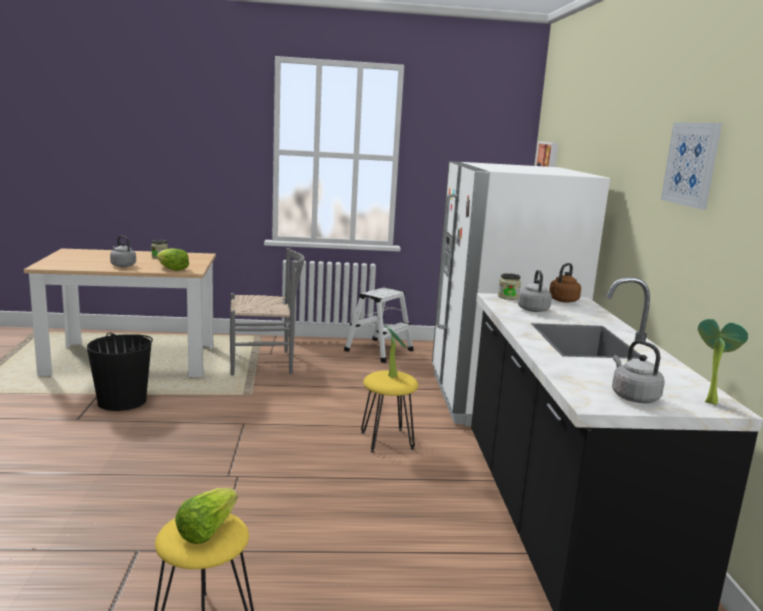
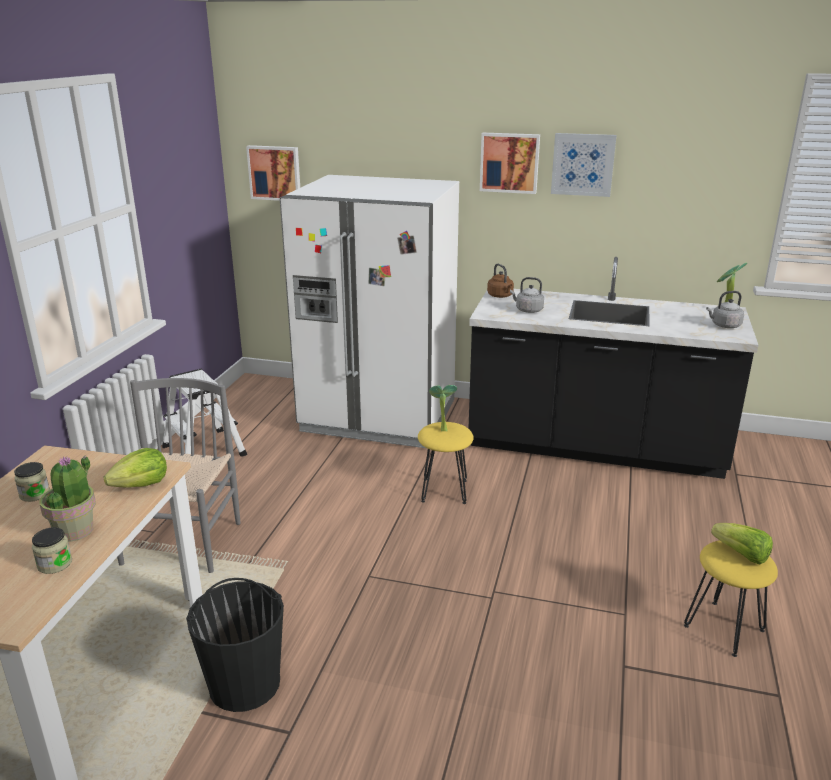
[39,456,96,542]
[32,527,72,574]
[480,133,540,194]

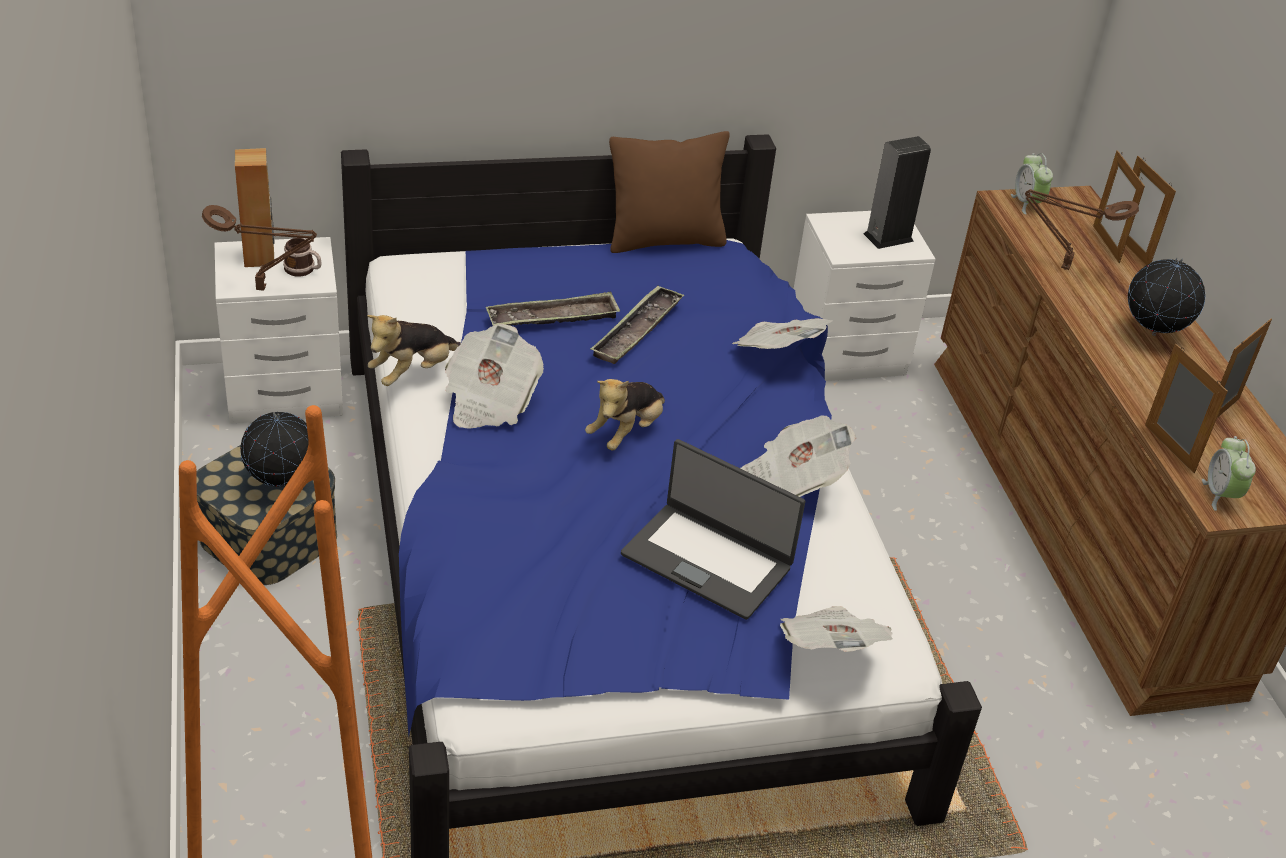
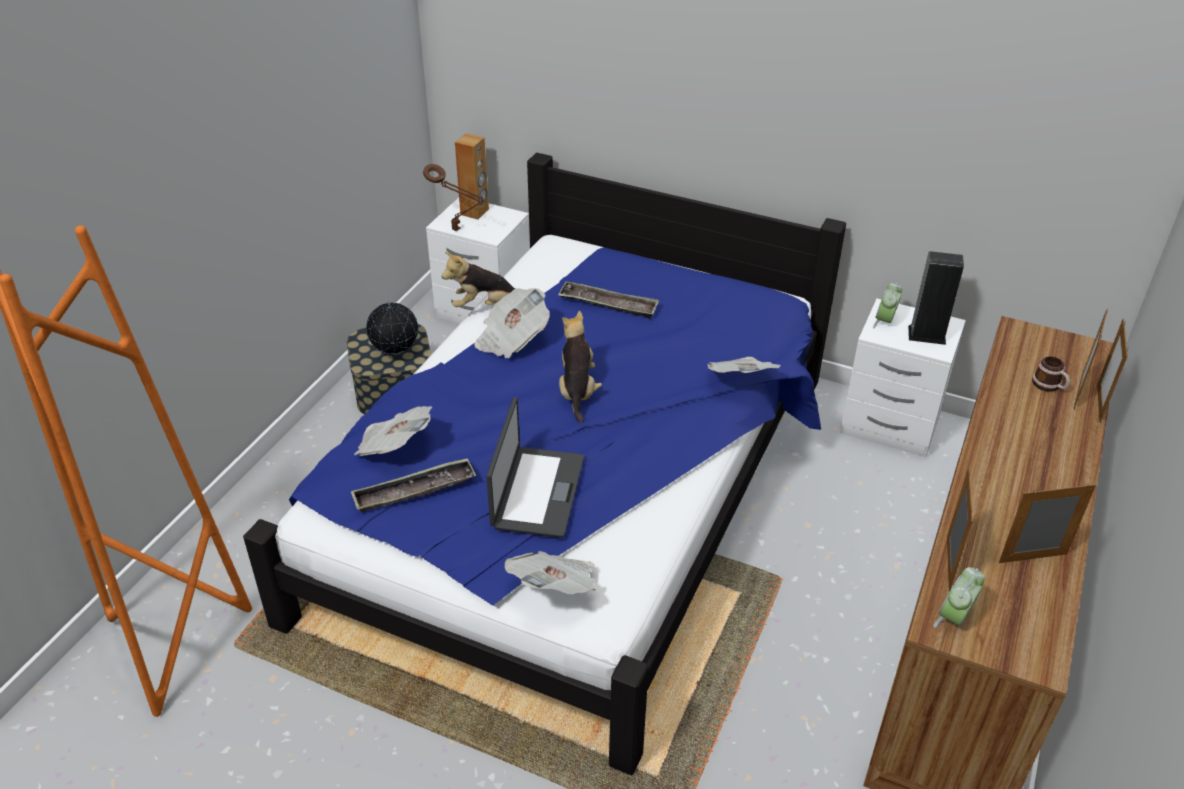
[1032,356,1070,392]
[559,311,602,423]
[351,458,476,512]
[609,131,730,253] (first image)
[486,397,584,538]
[354,406,432,456]
[873,283,902,328]
[1025,189,1139,270] (first image)
[1128,258,1205,336] (first image)

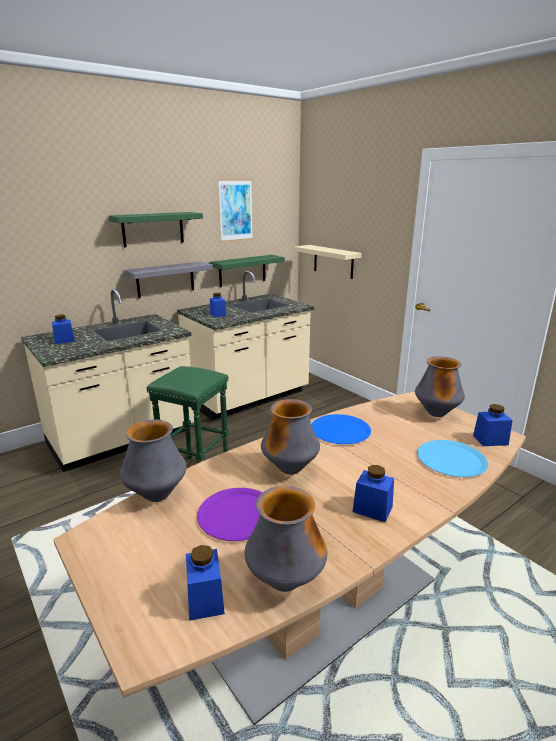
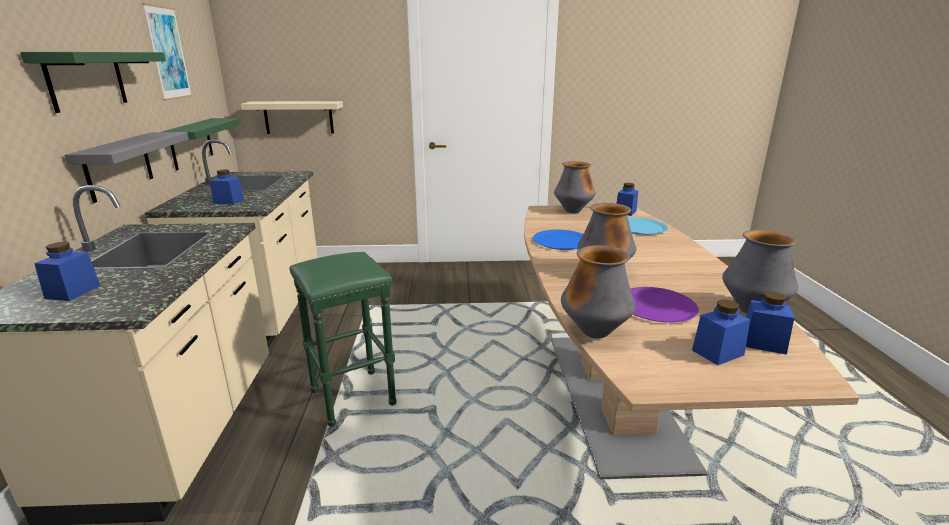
[692,300,750,365]

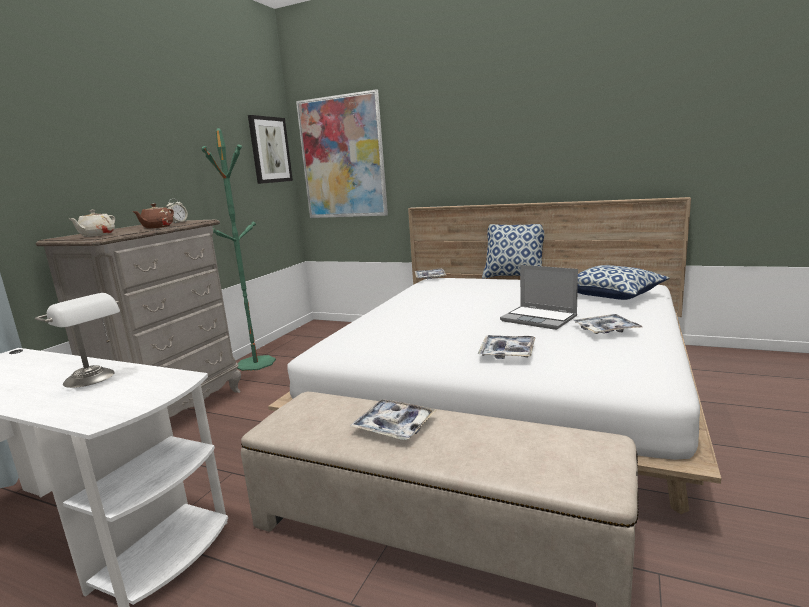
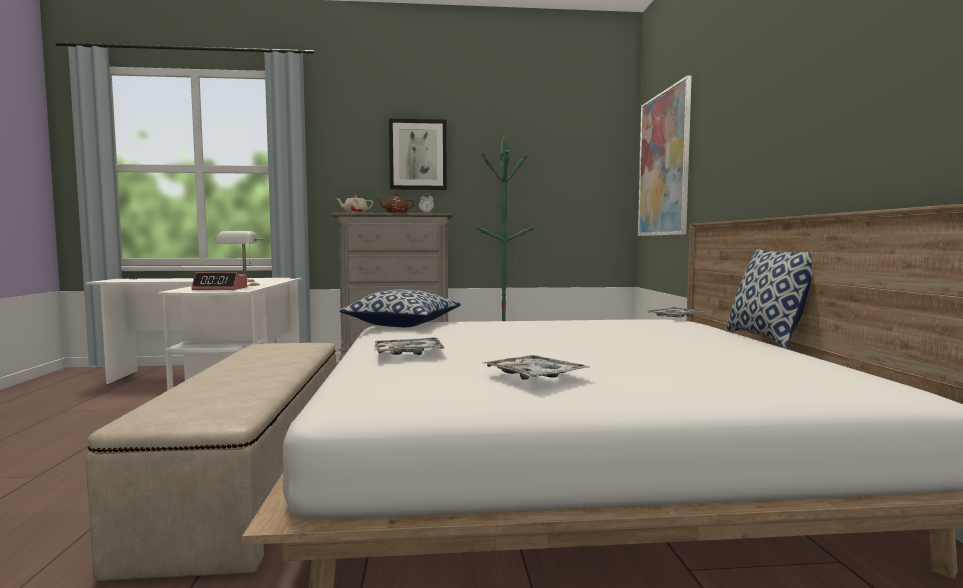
[389,119,447,190]
[350,399,437,440] (first image)
[500,265,578,330] (first image)
[339,289,461,327]
[191,272,247,290]

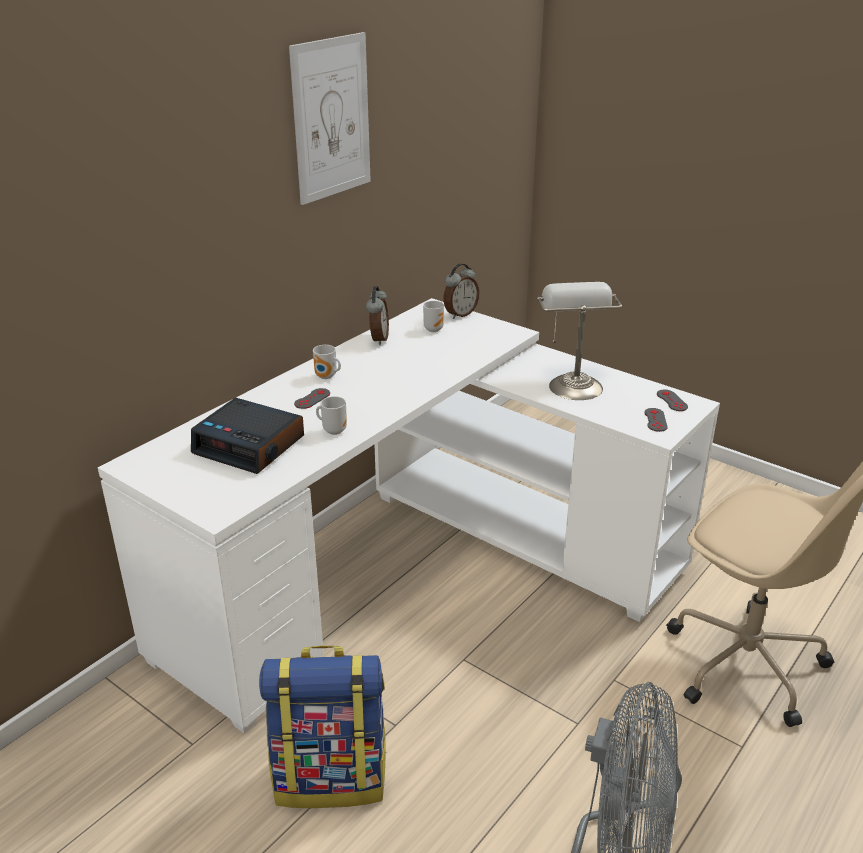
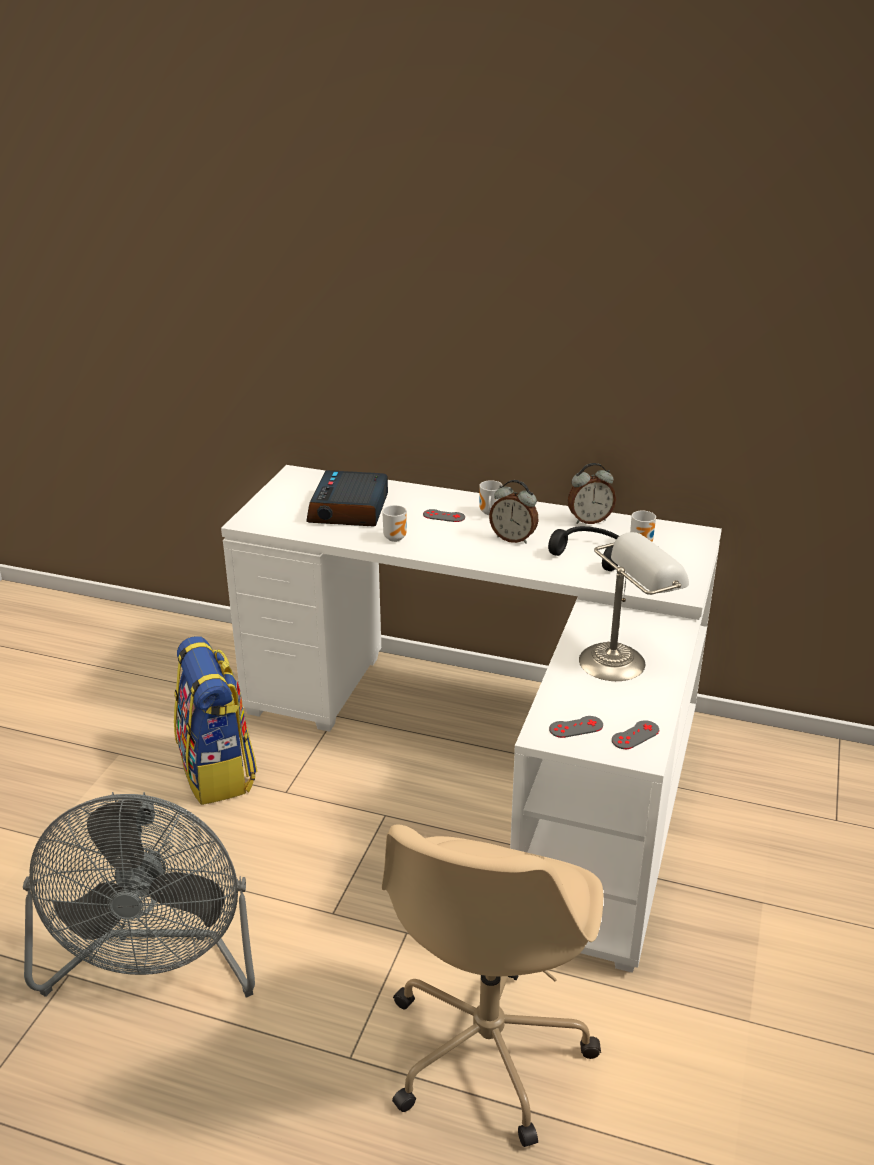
[289,32,371,205] (first image)
[489,480,539,544]
[548,526,619,571]

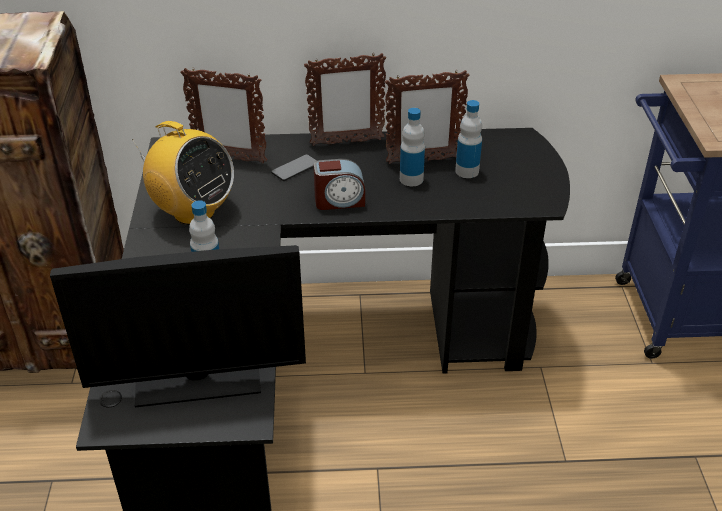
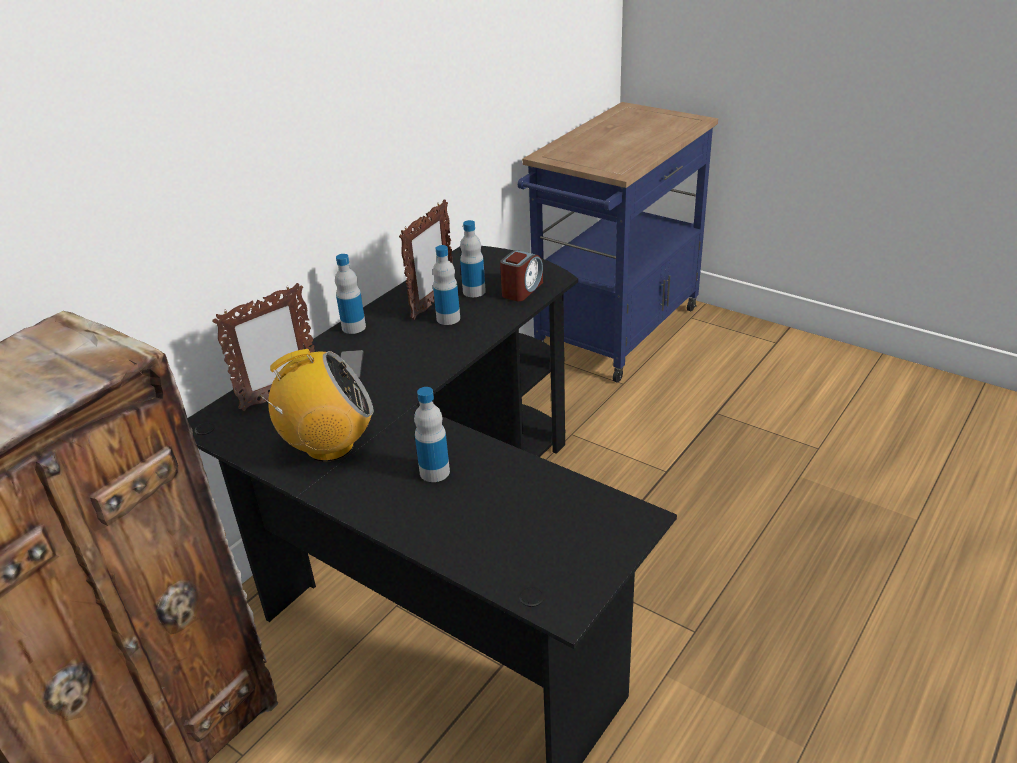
[50,245,306,407] (first image)
[335,254,366,334]
[500,250,543,301]

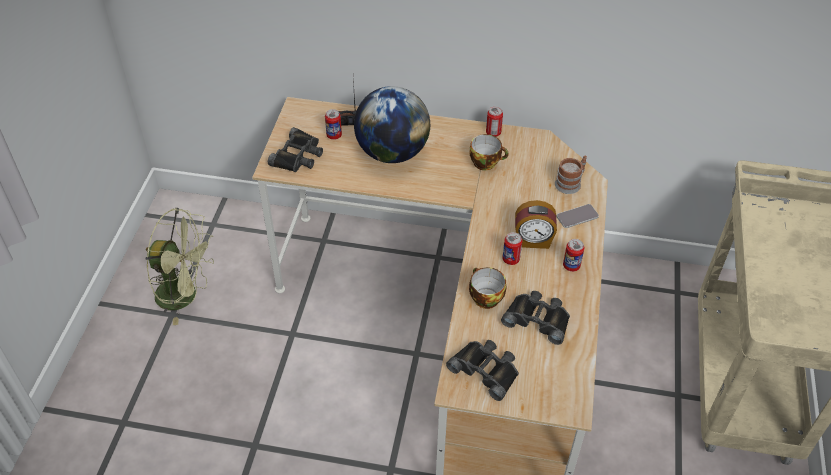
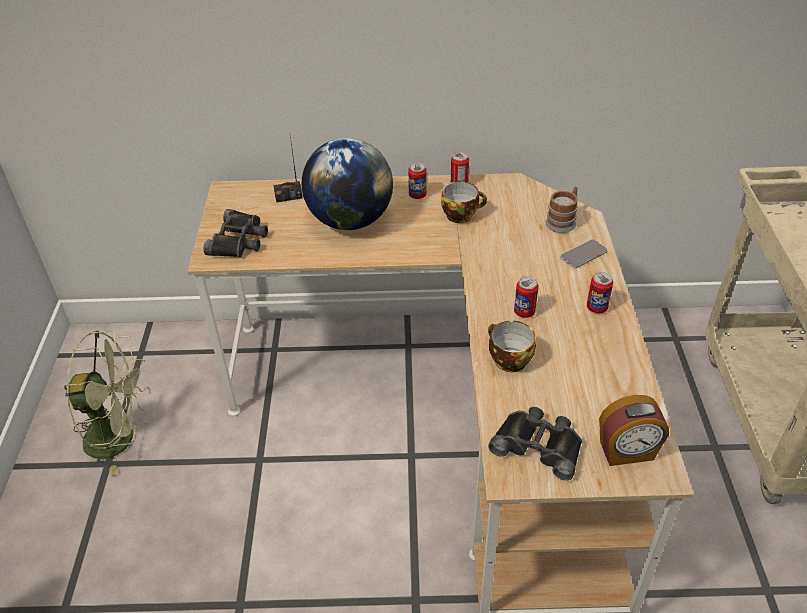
[408,163,427,199]
[501,291,570,345] (first image)
[599,395,669,466]

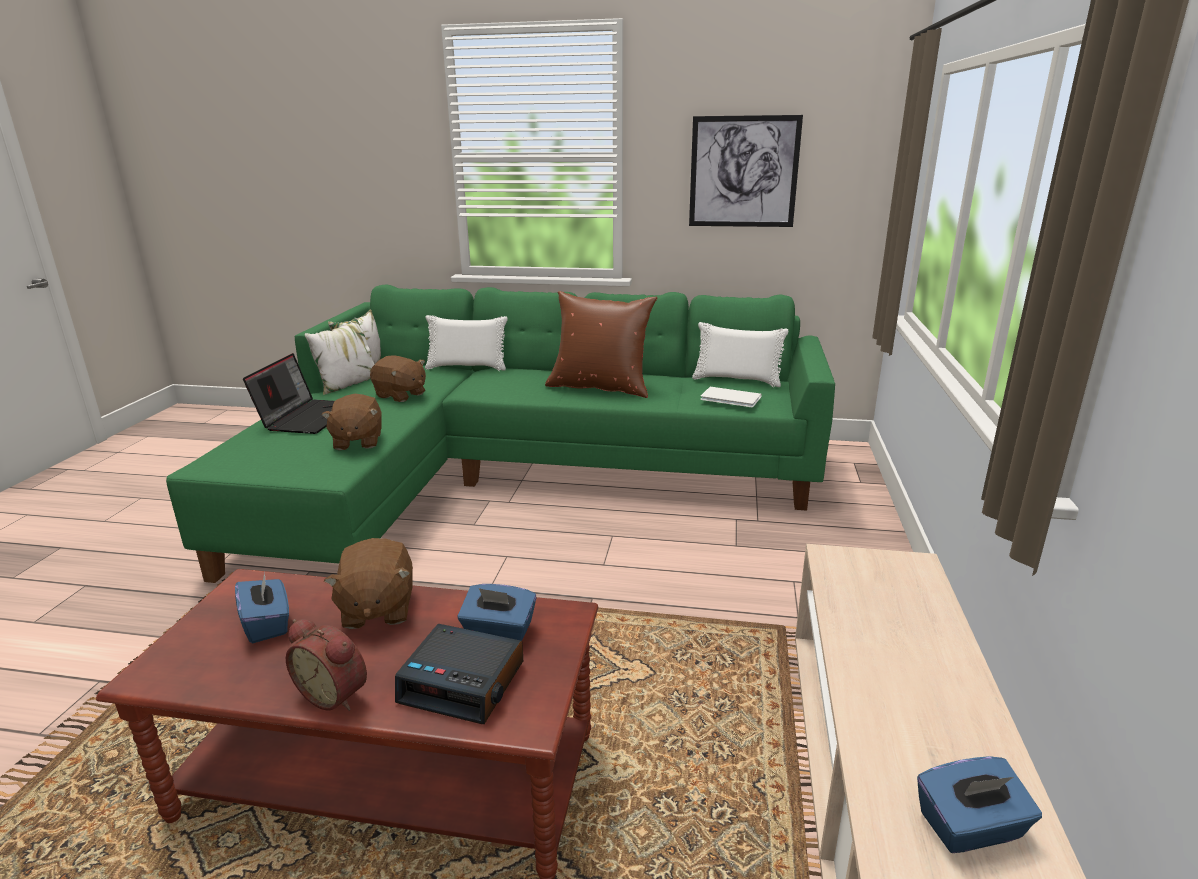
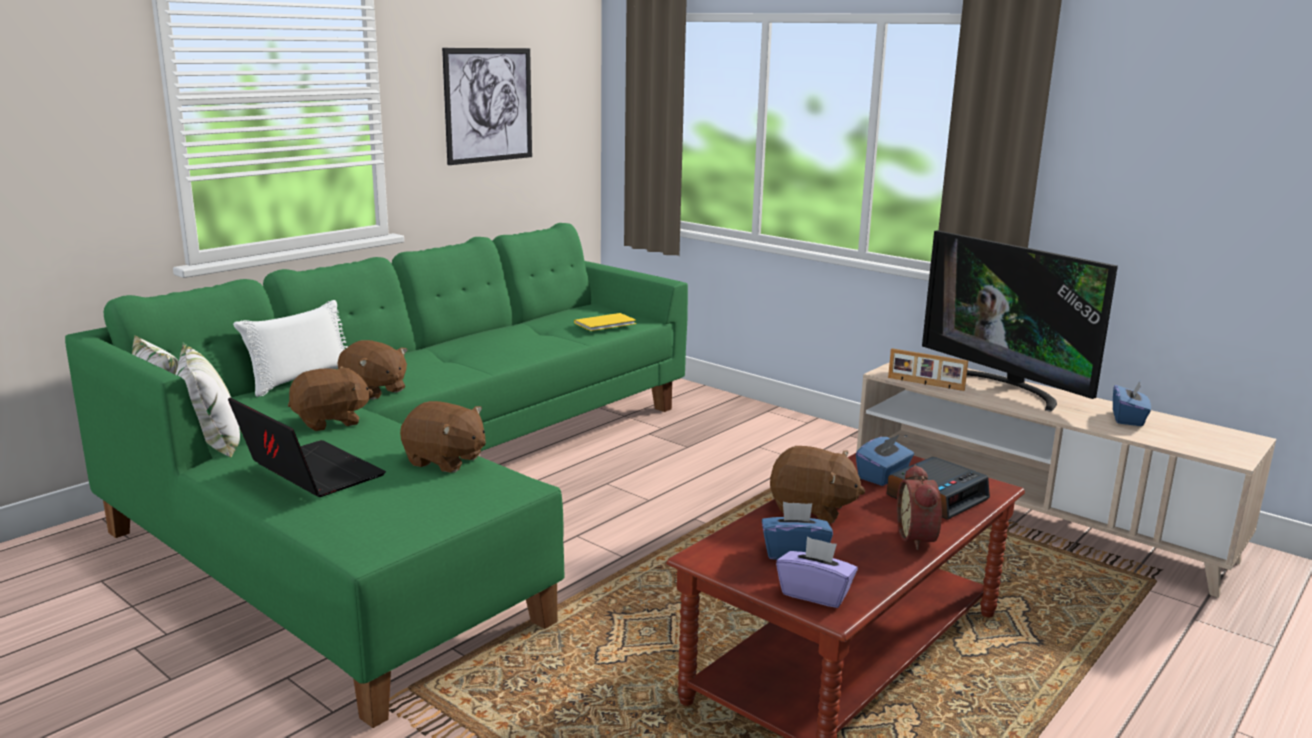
[897,464,942,550]
[545,291,657,398] (first image)
[692,322,788,388] (first image)
[574,313,636,331]
[338,340,407,400]
[776,536,858,608]
[888,349,968,391]
[922,230,1118,411]

